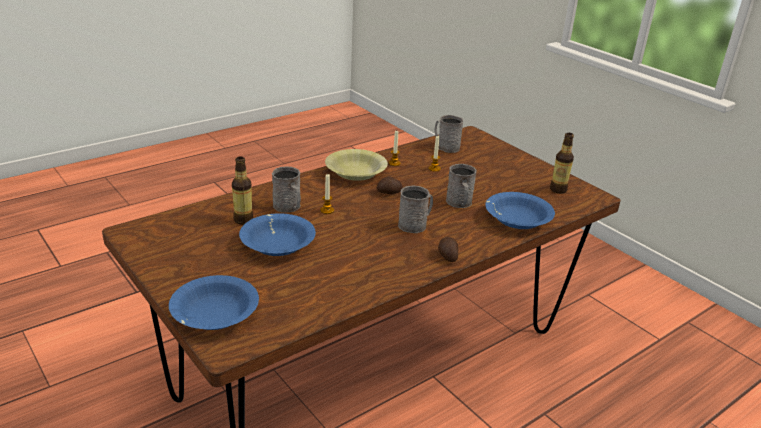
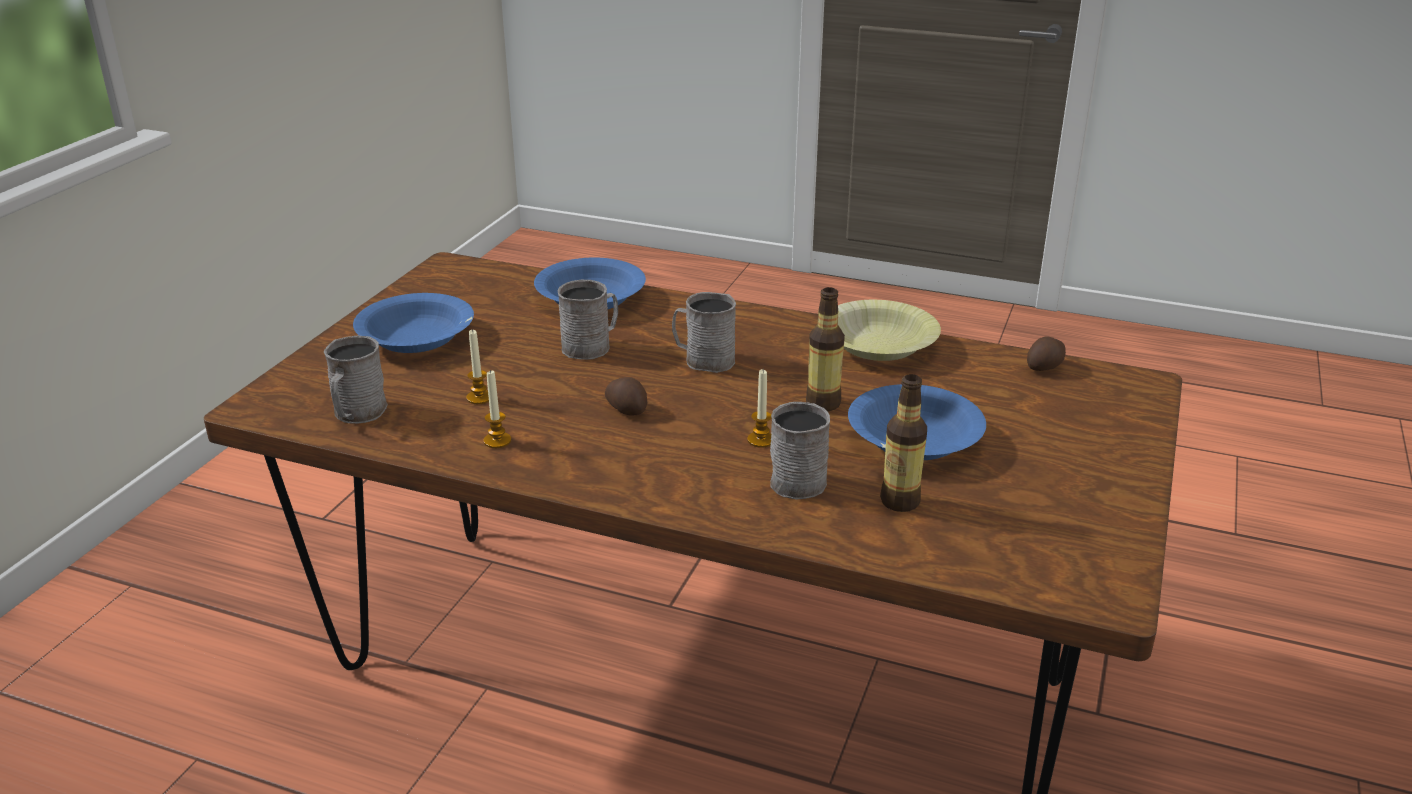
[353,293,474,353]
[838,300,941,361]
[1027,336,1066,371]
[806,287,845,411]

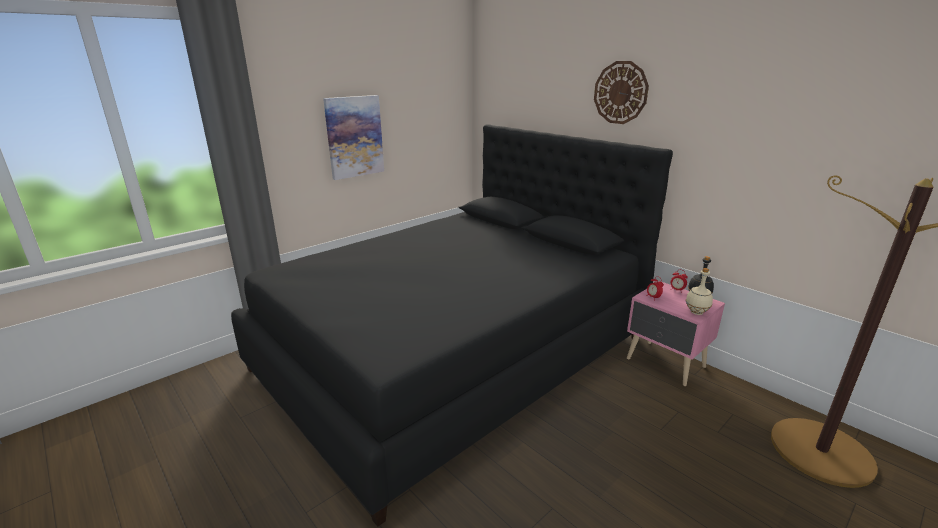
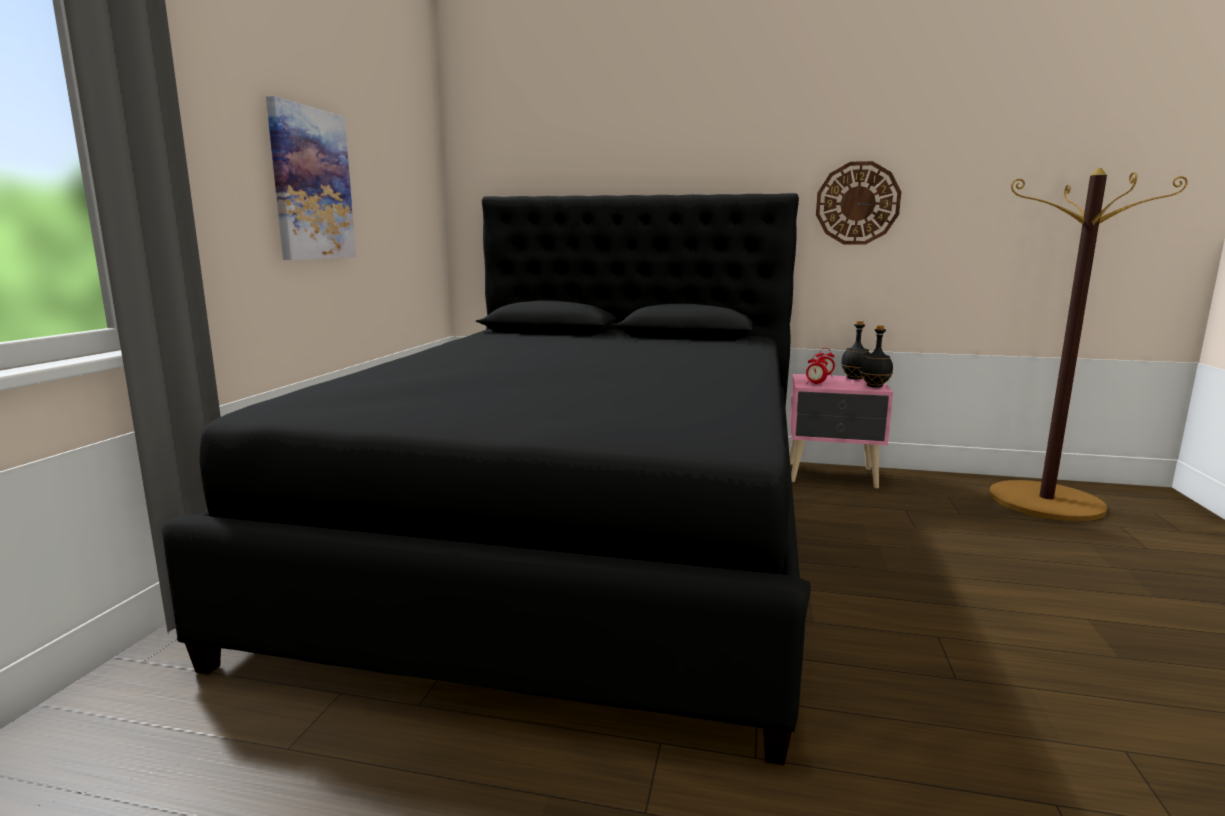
[816,161,901,245]
[860,325,893,388]

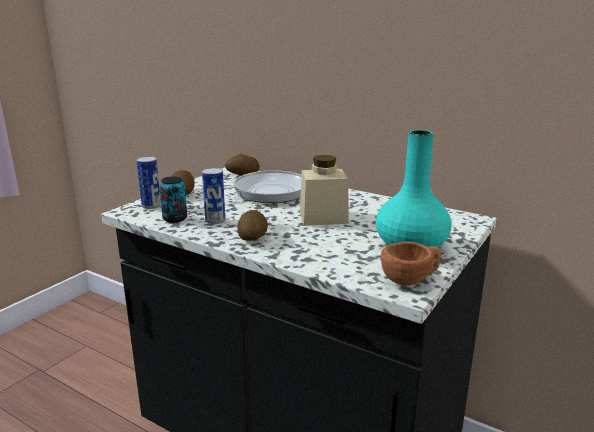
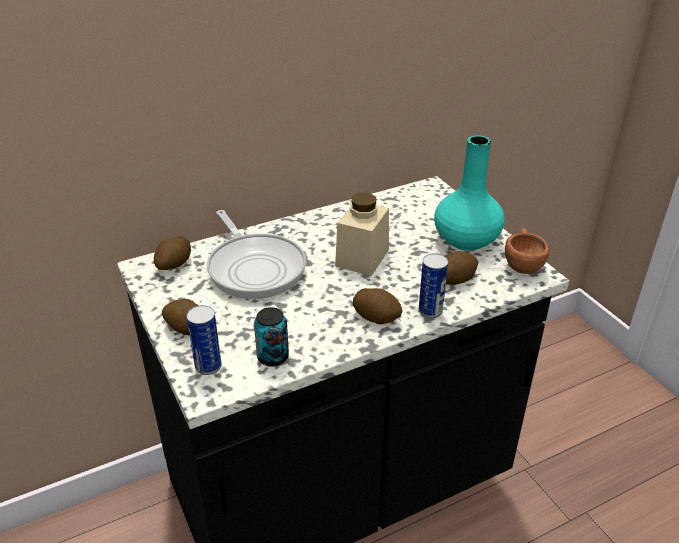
[207,210,306,299]
[419,253,448,318]
[445,251,478,285]

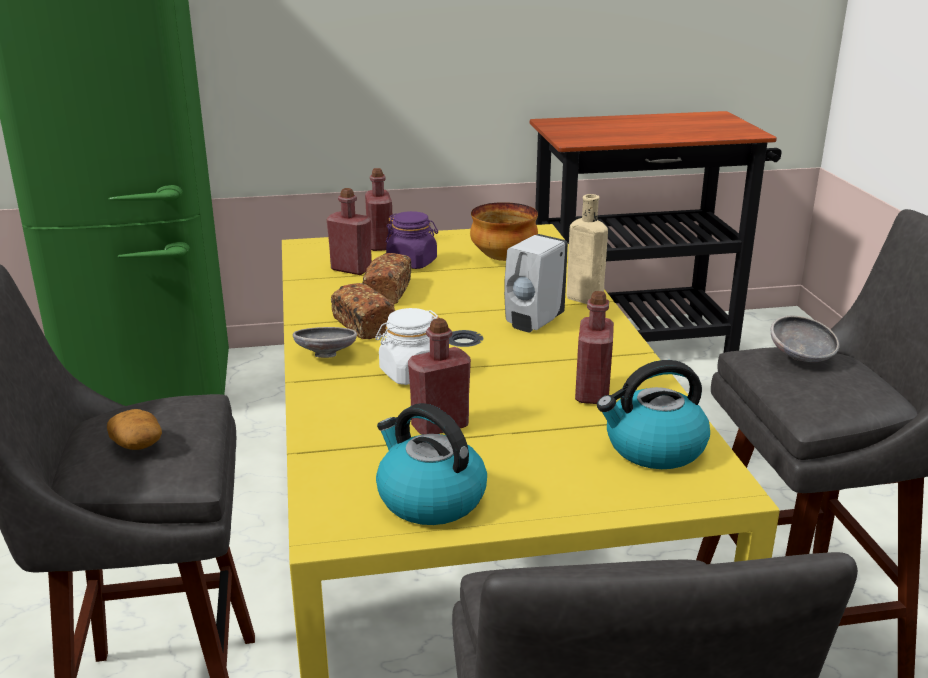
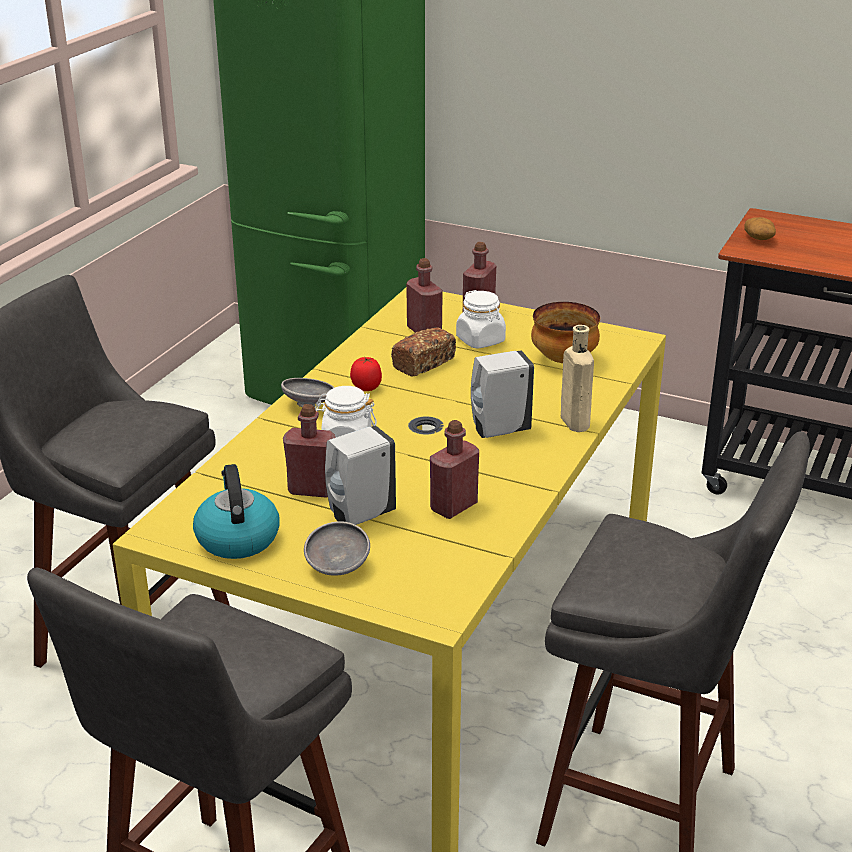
[745,217,776,240]
[350,357,382,391]
[456,290,506,348]
[597,360,710,469] (first image)
[304,521,370,576]
[325,425,396,525]

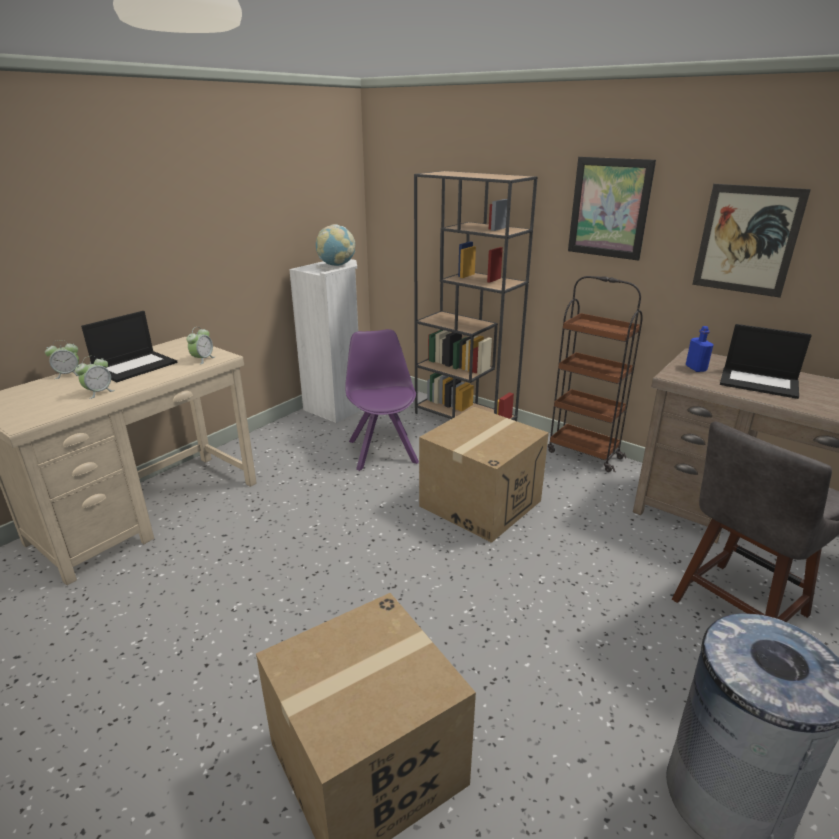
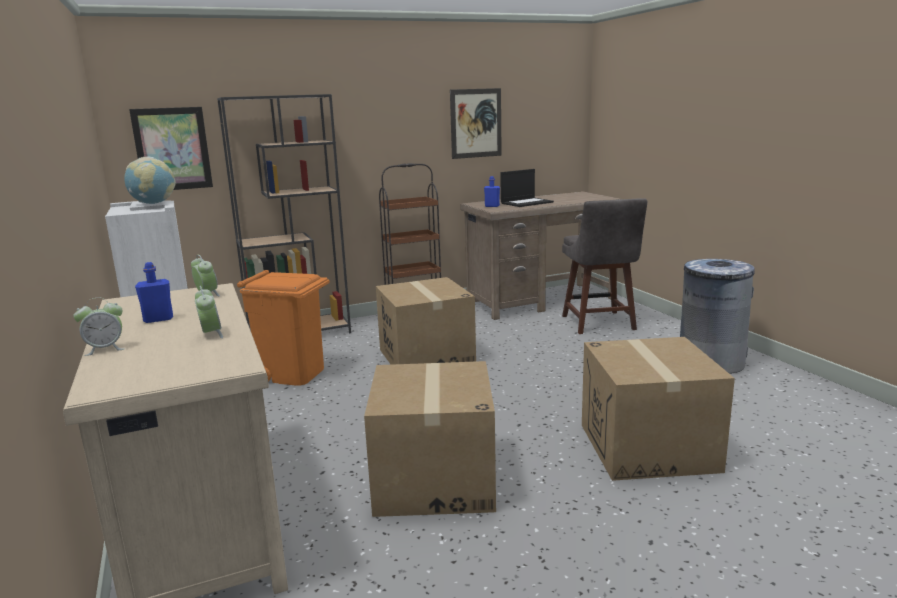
[73,298,124,356]
[135,262,173,323]
[237,270,330,386]
[129,107,213,190]
[364,361,496,517]

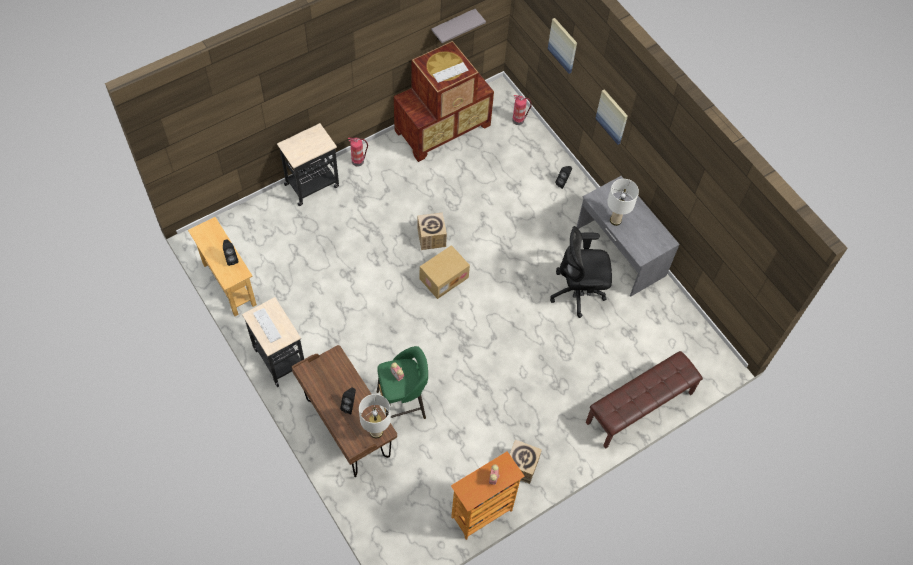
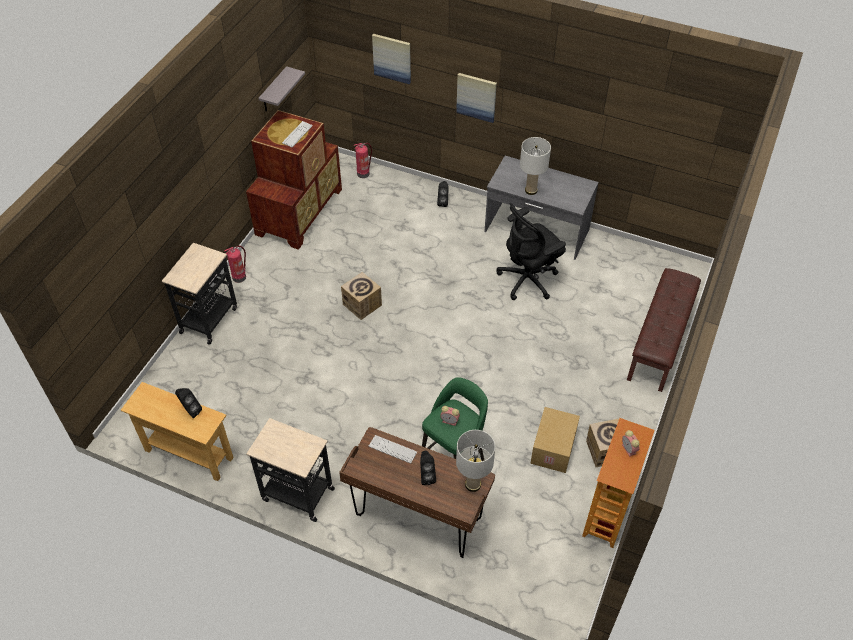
[368,435,417,464]
[531,407,580,473]

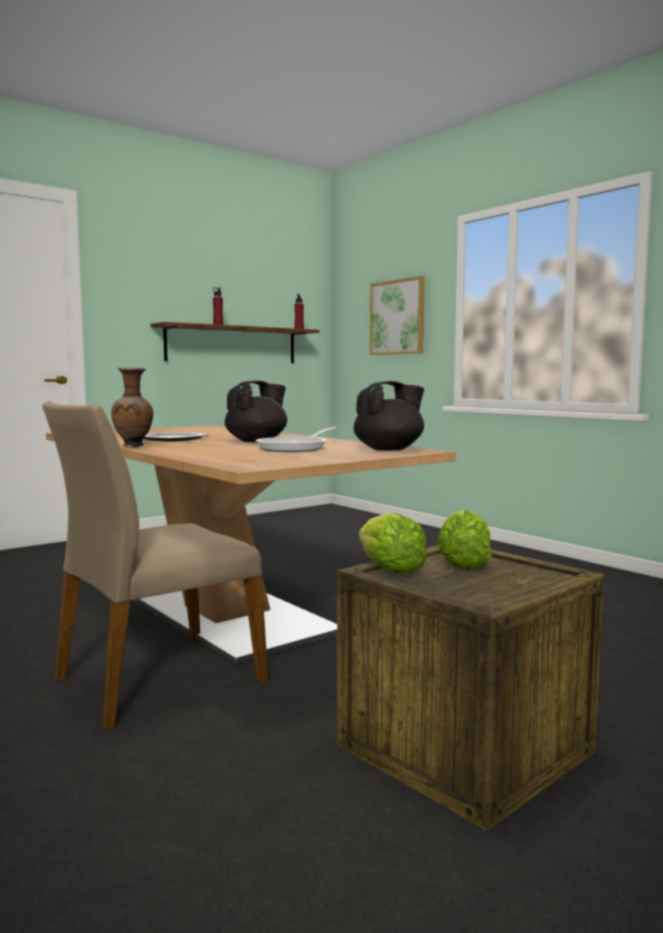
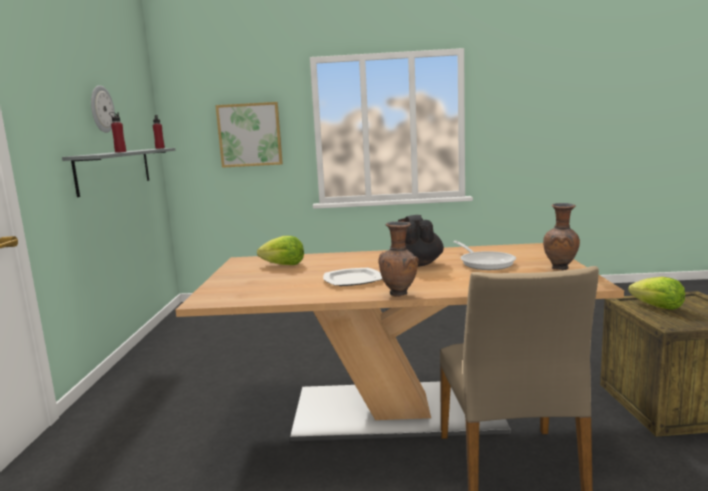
[62,148,175,197]
[354,381,424,451] (first image)
[257,236,304,265]
[91,85,115,133]
[543,203,580,271]

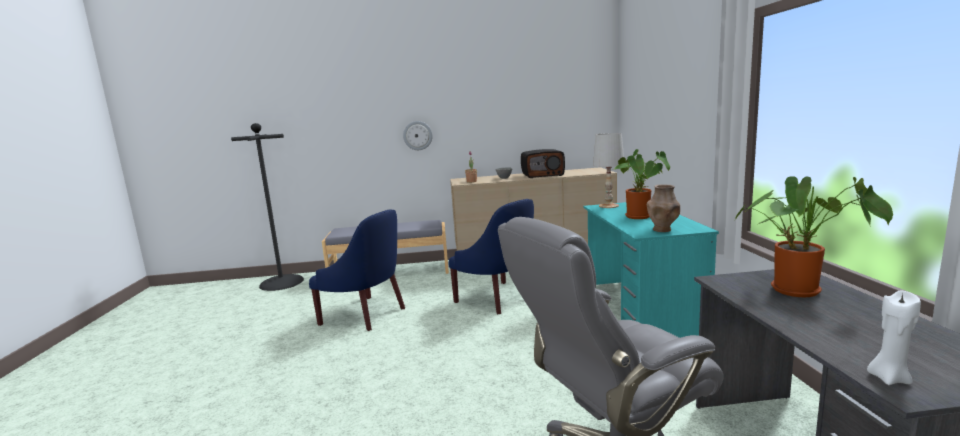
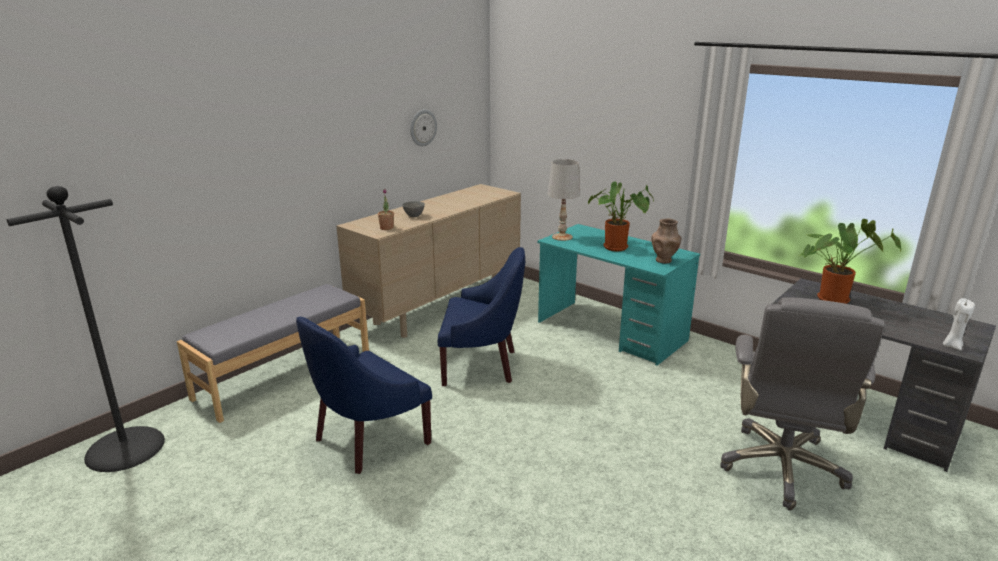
[296,317,432,474]
[410,109,437,146]
[521,149,565,178] (first image)

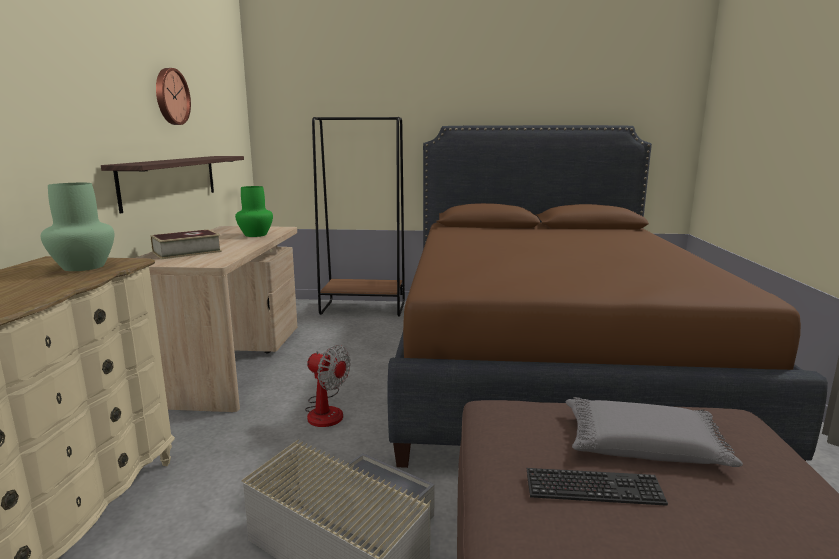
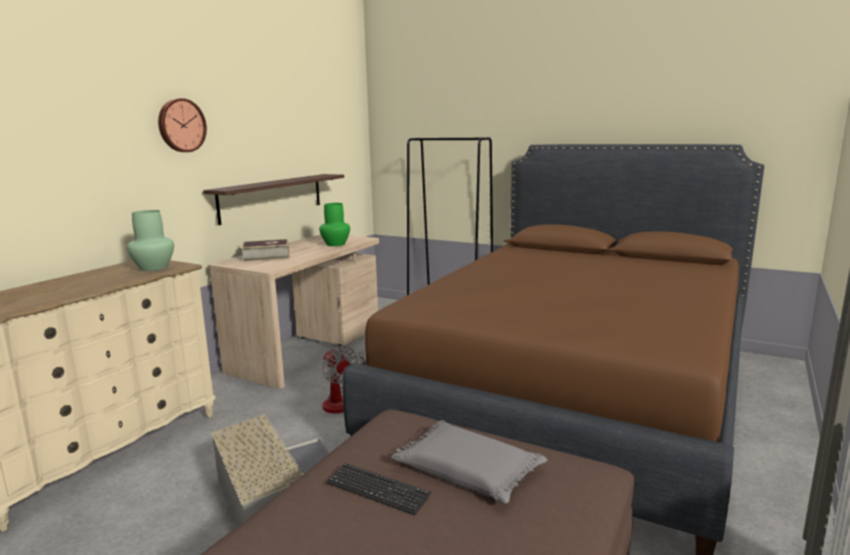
[158,98,207,152]

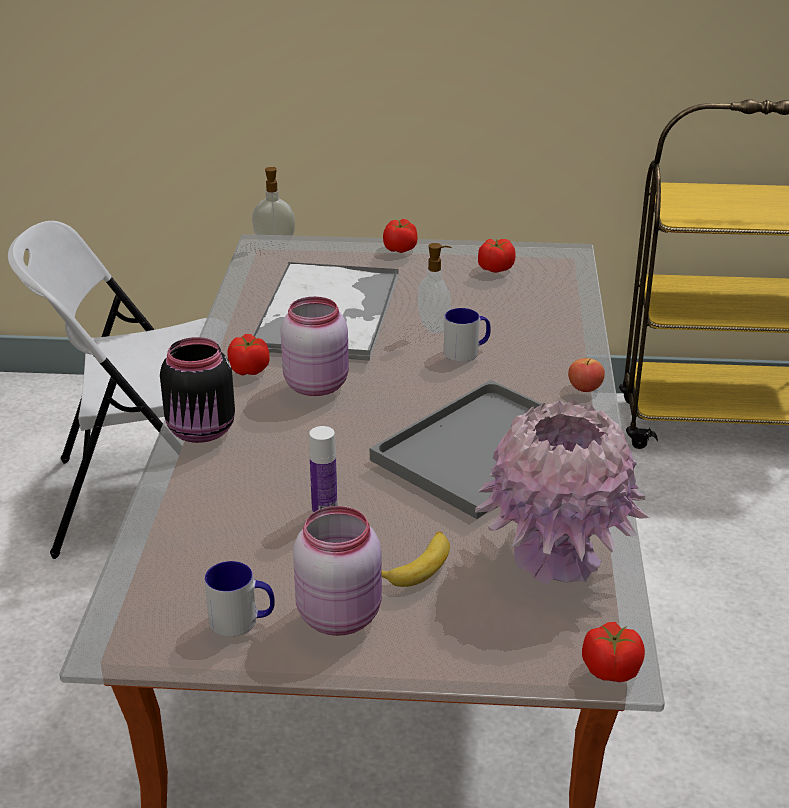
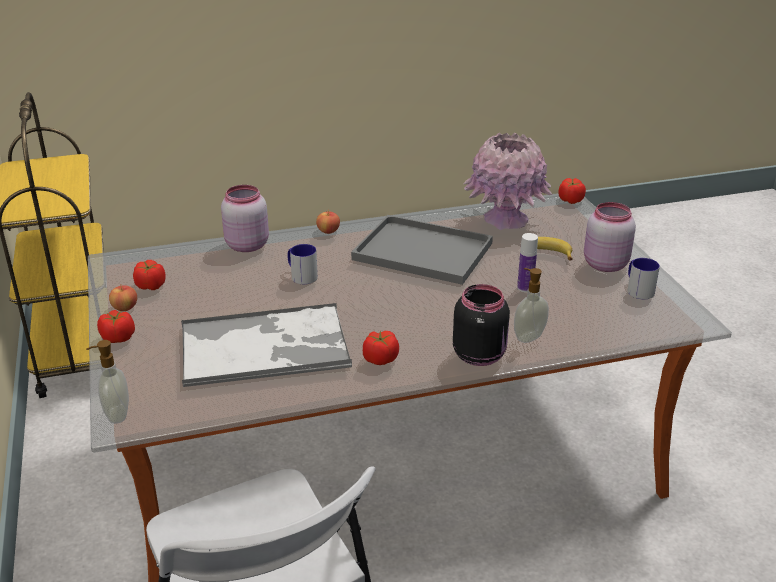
[221,185,269,252]
[514,268,549,343]
[109,284,137,311]

